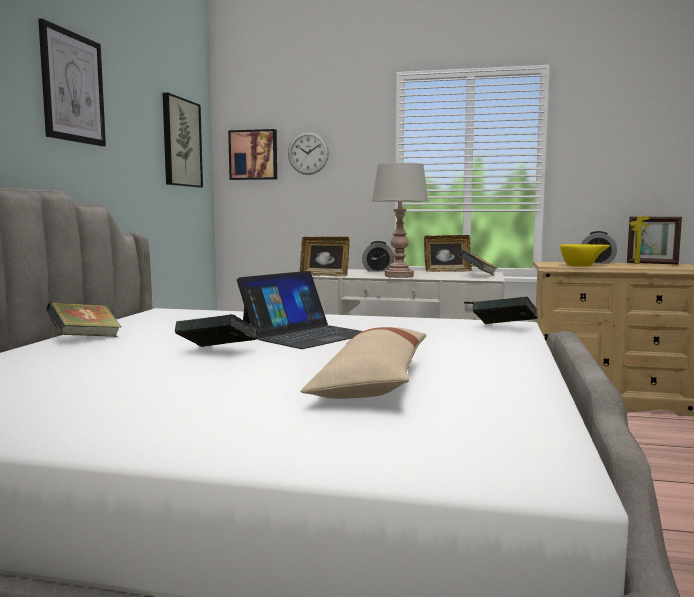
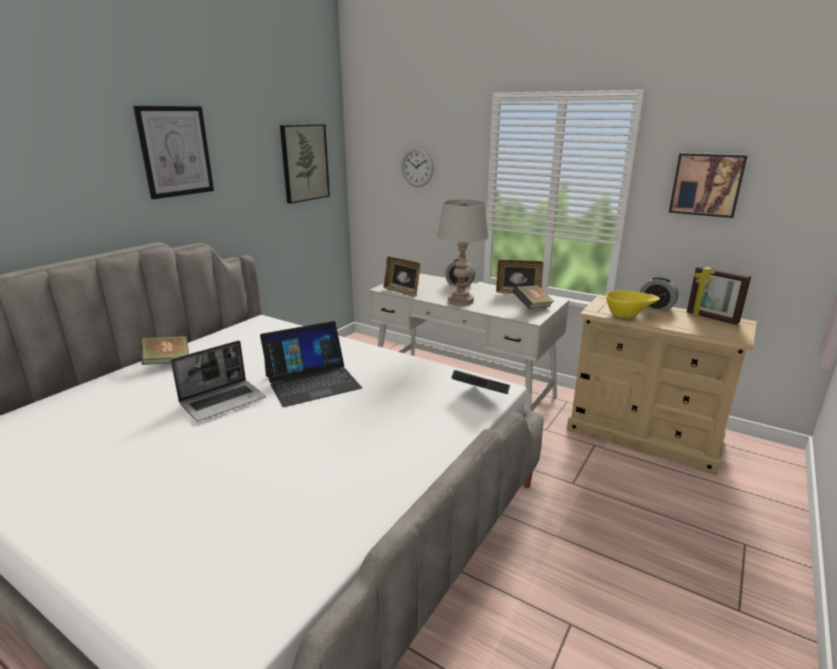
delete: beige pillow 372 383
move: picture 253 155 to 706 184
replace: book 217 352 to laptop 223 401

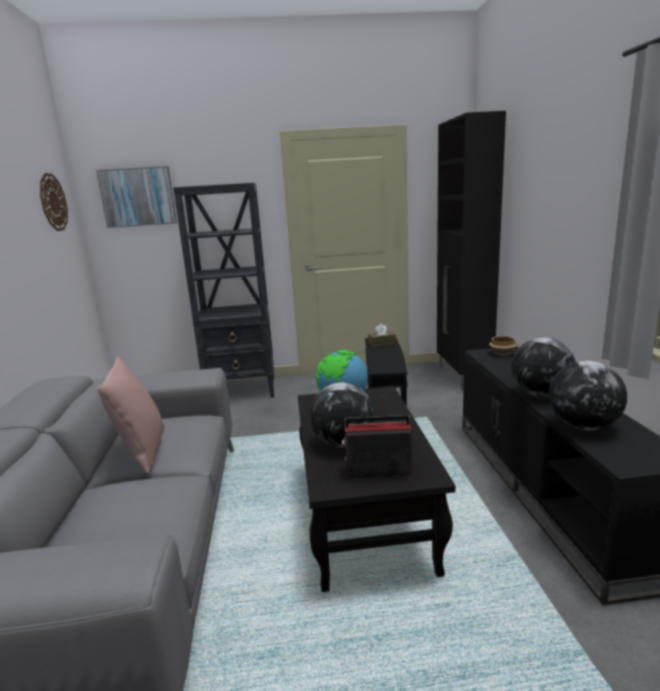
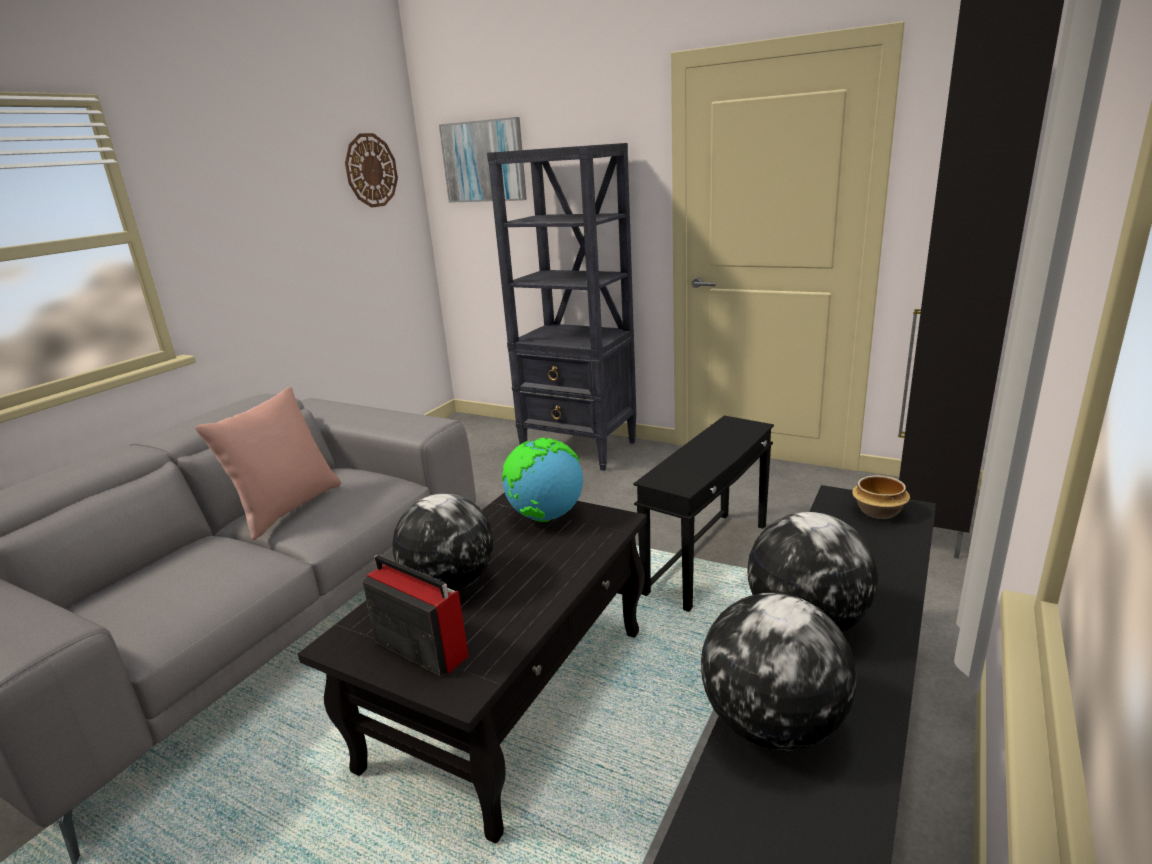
delete: brown tissue box 382 344

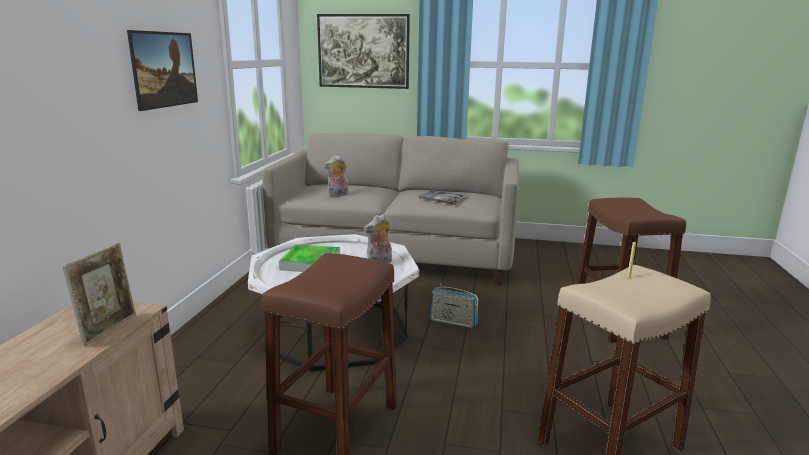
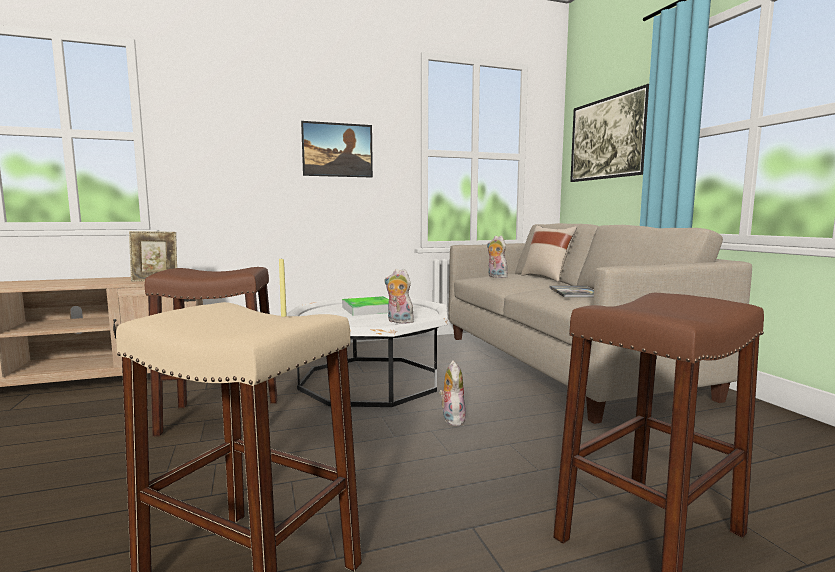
insert: beige pillow 547 277
replace: radio 453 322 to plush toy 451 419

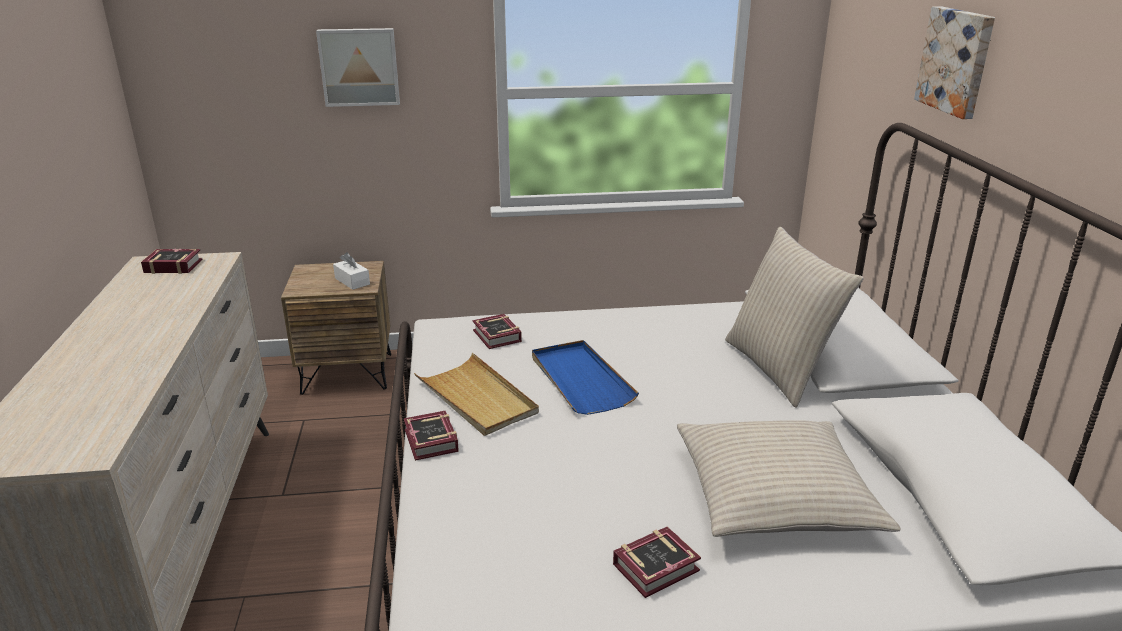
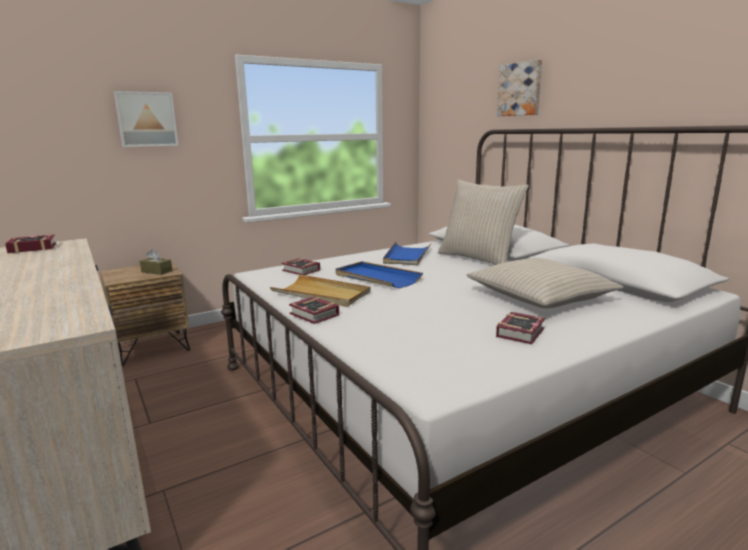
insert: blue tray 407 256
recolor: white tissue box 352 281 to brown tissue box 156 271

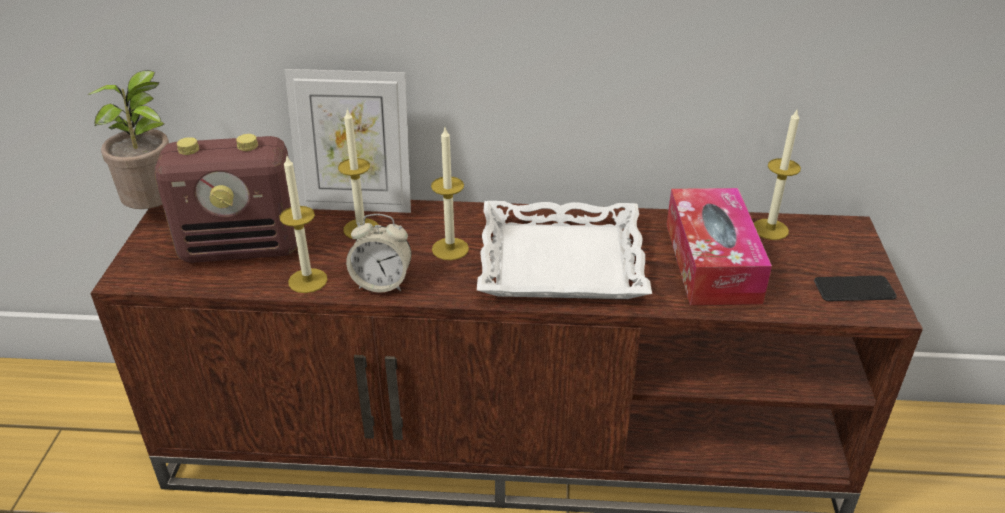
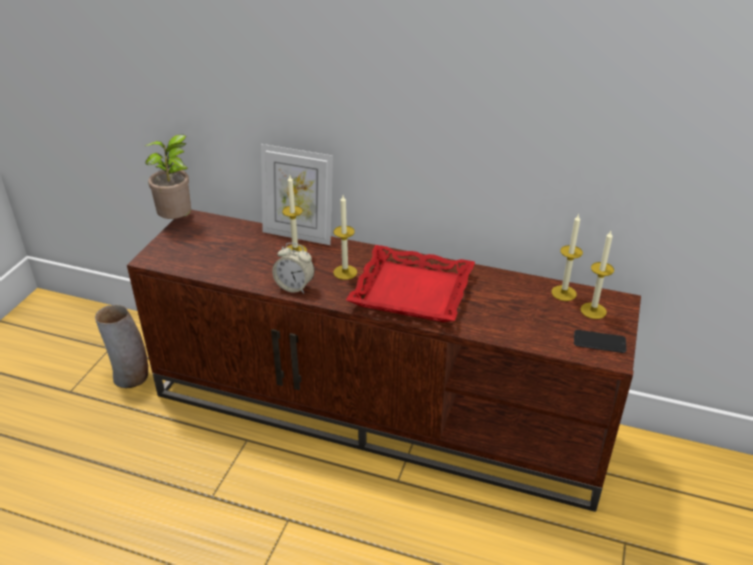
delete: radio 243 248; tissue box 711 262
insert: vase 131 377
move: candle 308 280 to 593 310
recolor: white tray 561 260 to red tray 412 291

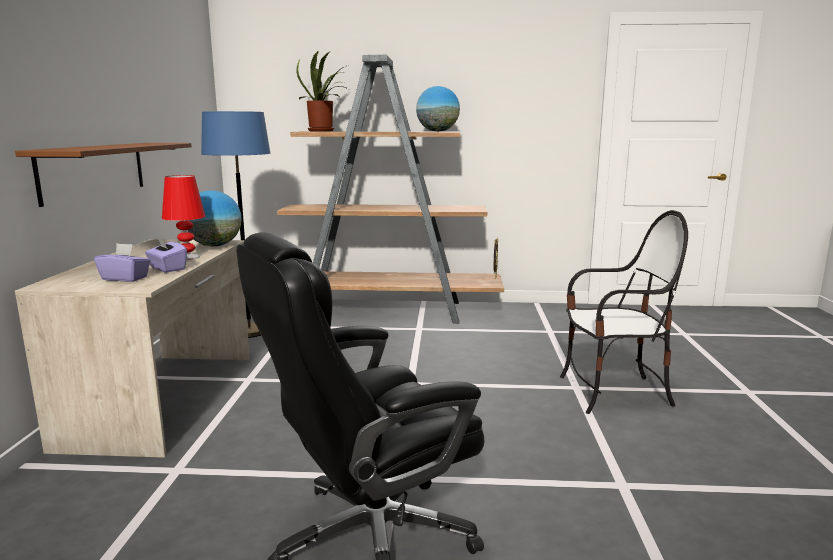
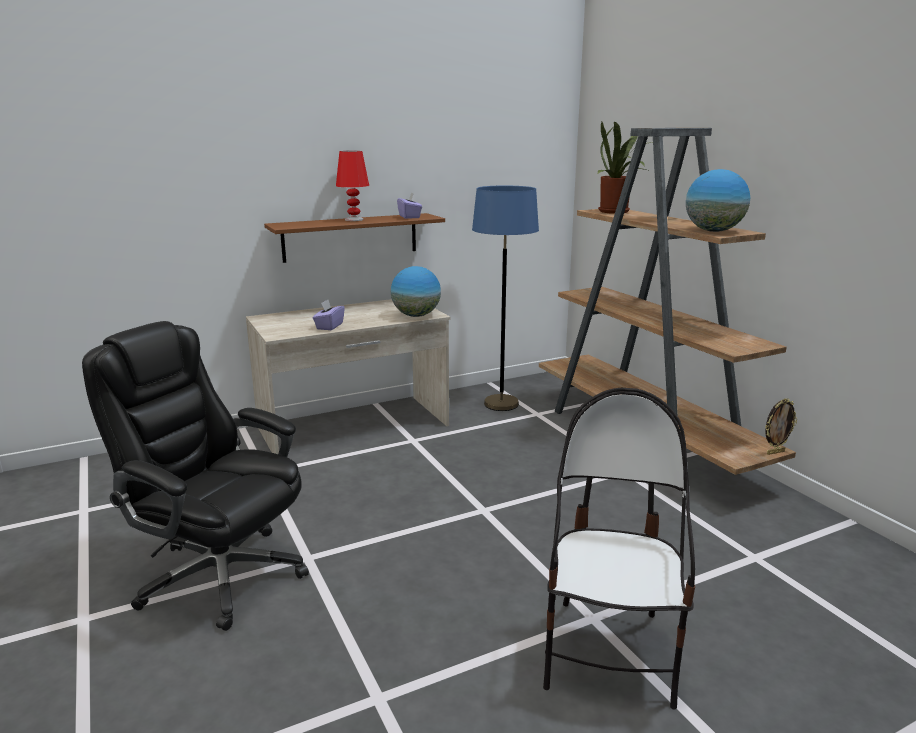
move: red table lamp 187 257 to 354 219; purple tissue box 125 278 to 410 217
rotate: chair 614 393 = 609 653 135 degrees counterclockwise

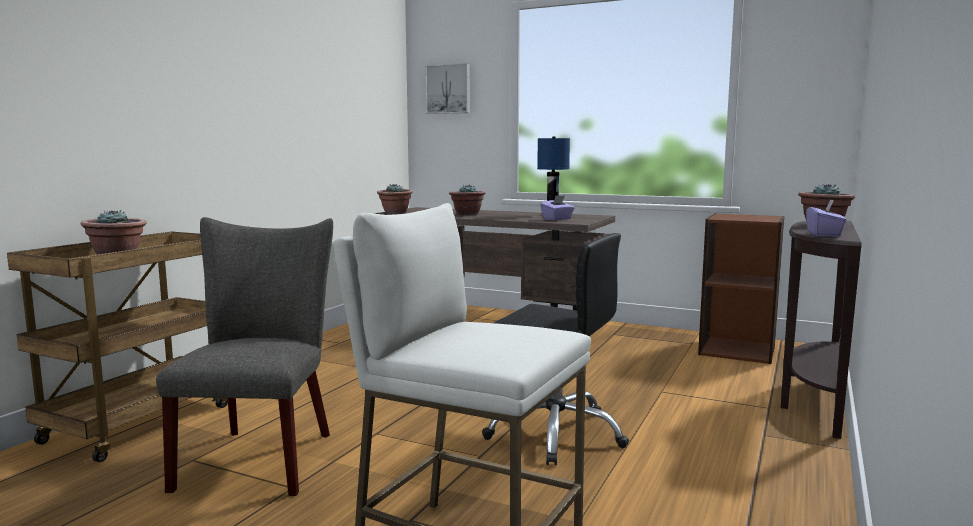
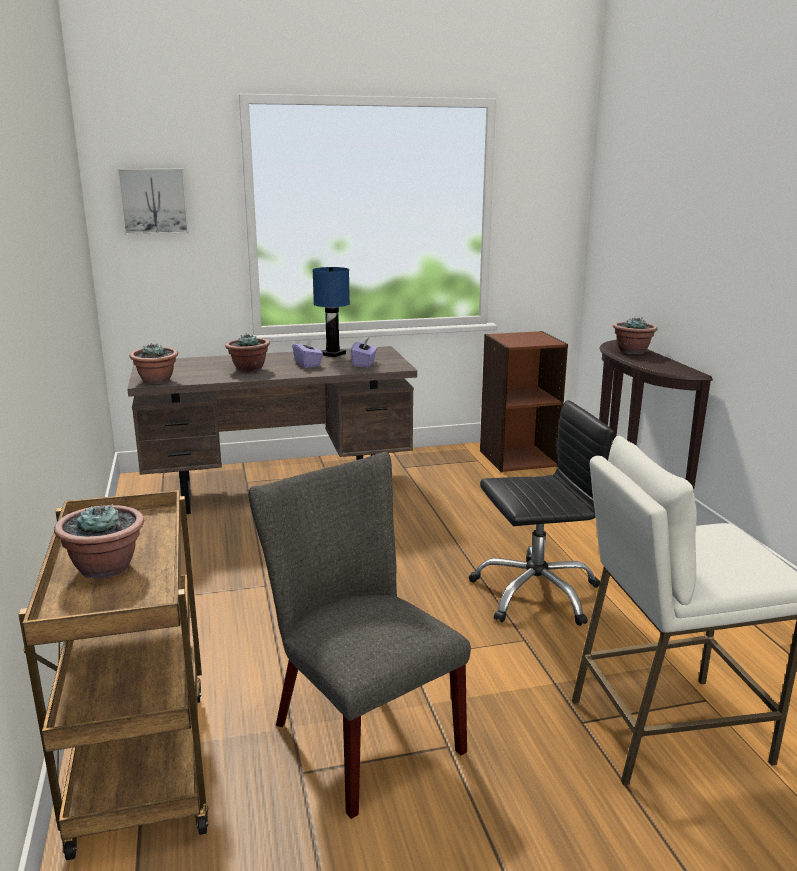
move: purple tissue box 824 234 to 308 364

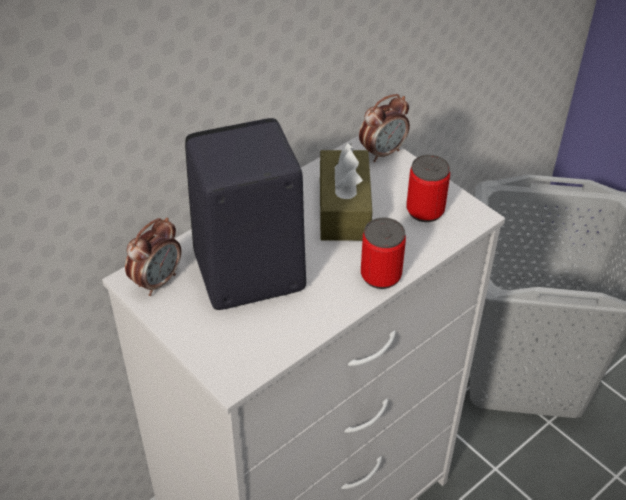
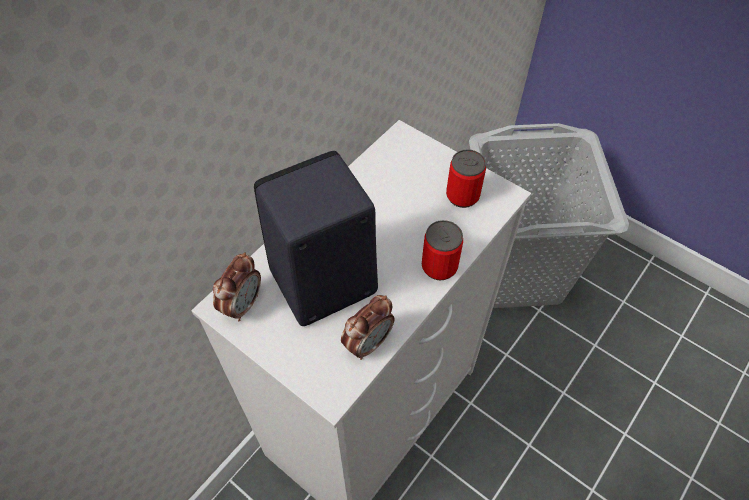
delete: brown tissue box 344 209
move: alarm clock 383 152 to 368 343

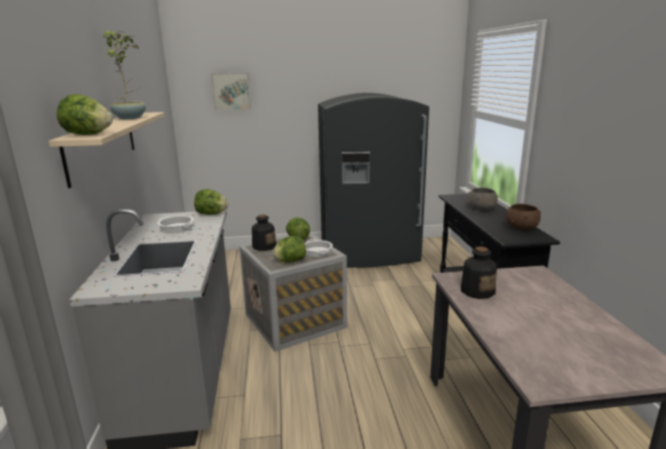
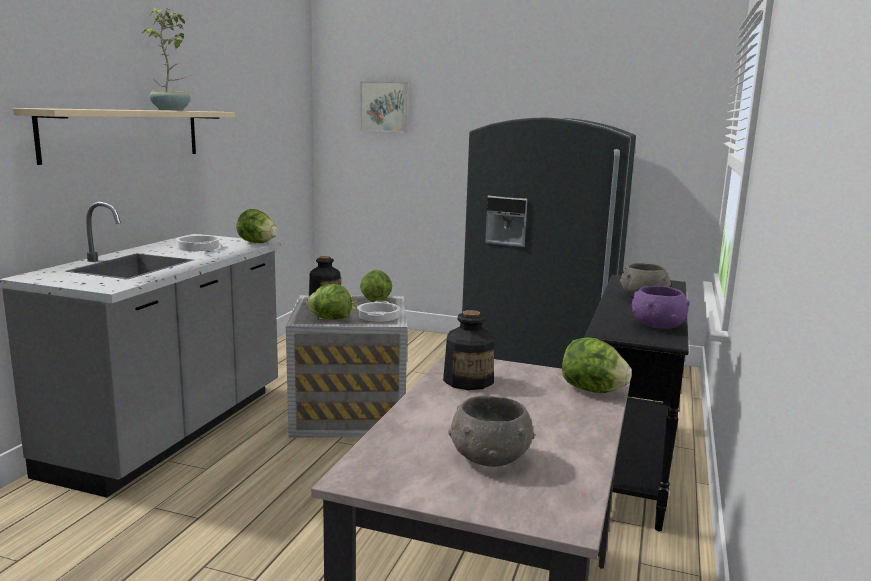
insert: grey bowl 489 457
move: lettuce 87 135 to 592 390
recolor: brown bowl 521 227 to purple bowl 657 325

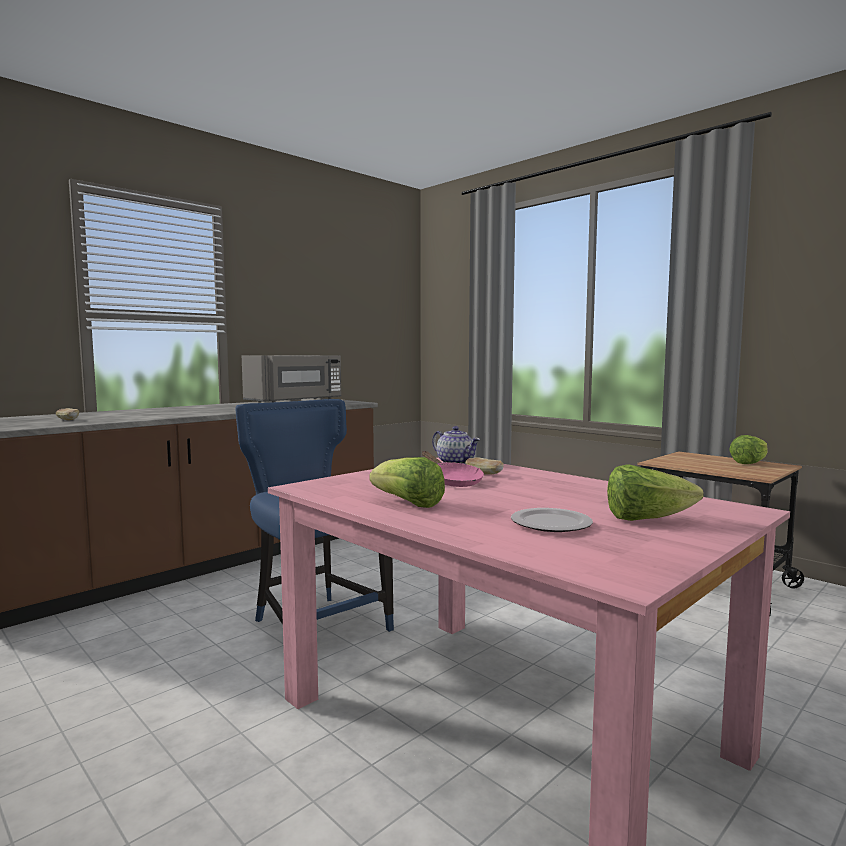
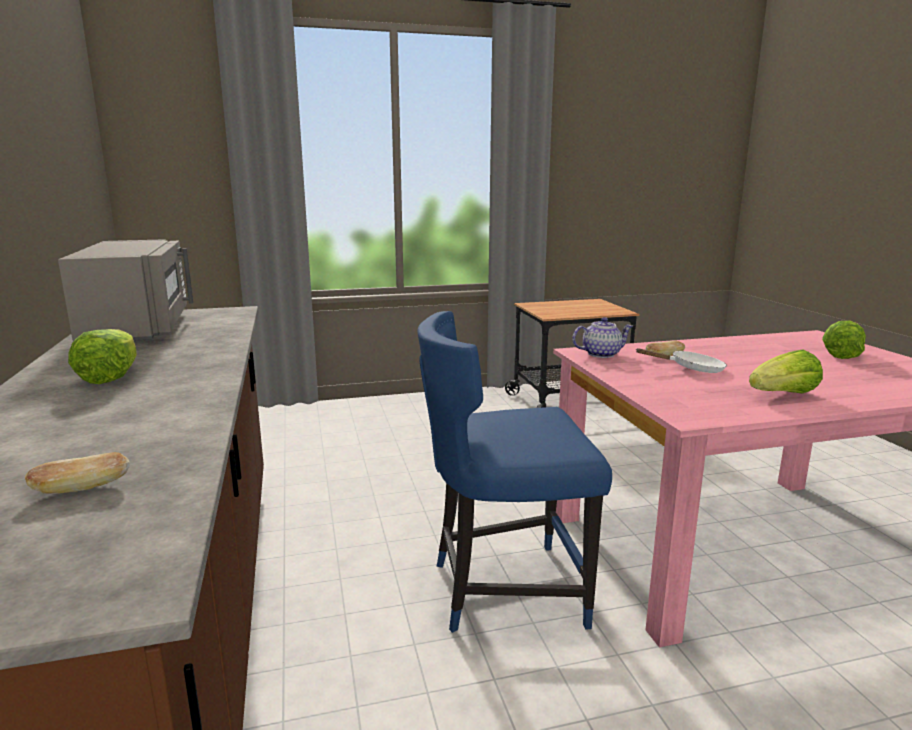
delete: plate 550 523
move: lettuce 749 463 to 111 376
recolor: pink frying pan 452 481 to white frying pan 691 369

